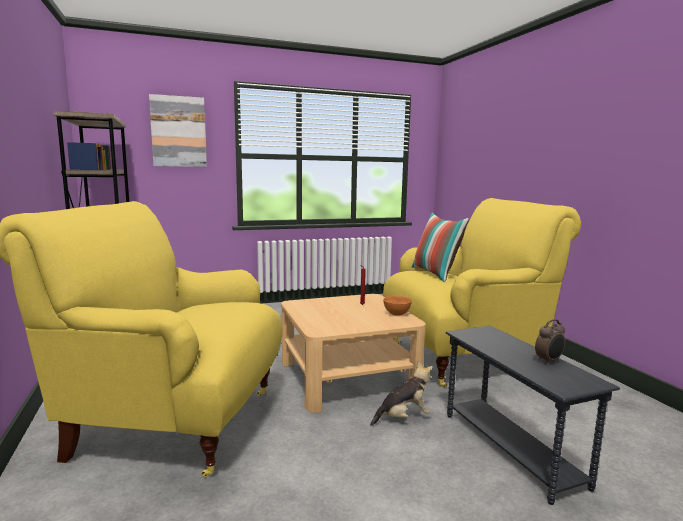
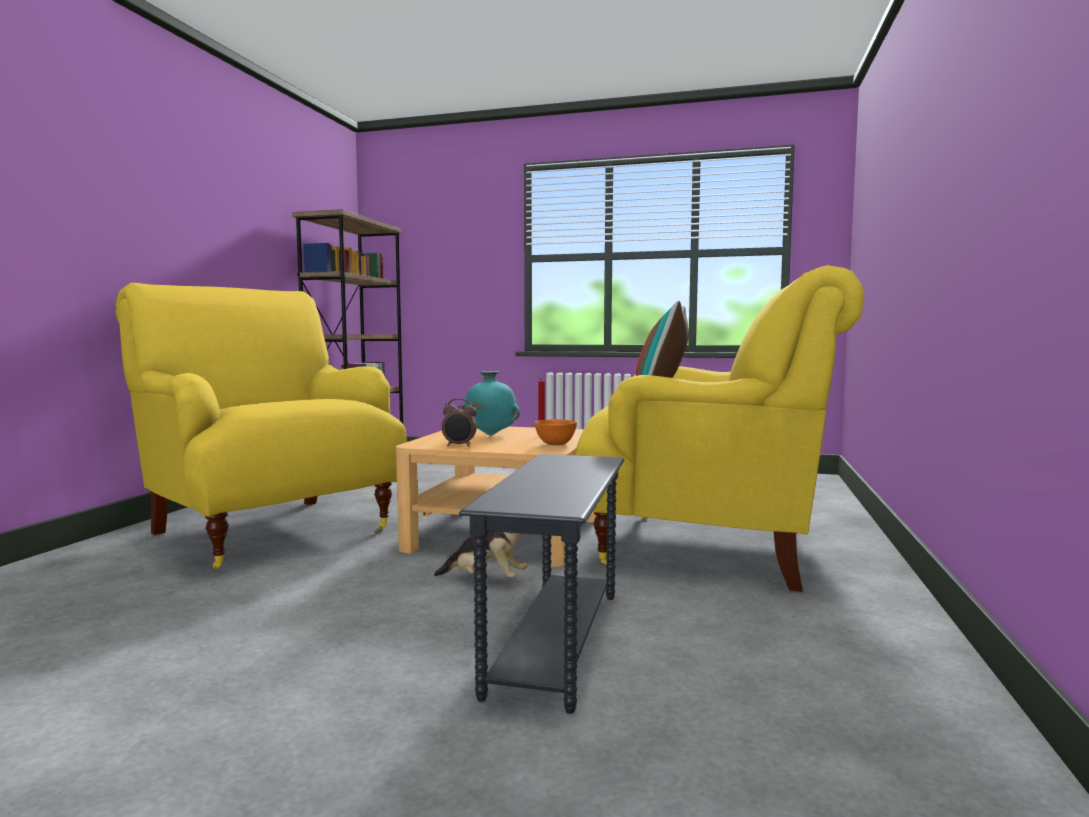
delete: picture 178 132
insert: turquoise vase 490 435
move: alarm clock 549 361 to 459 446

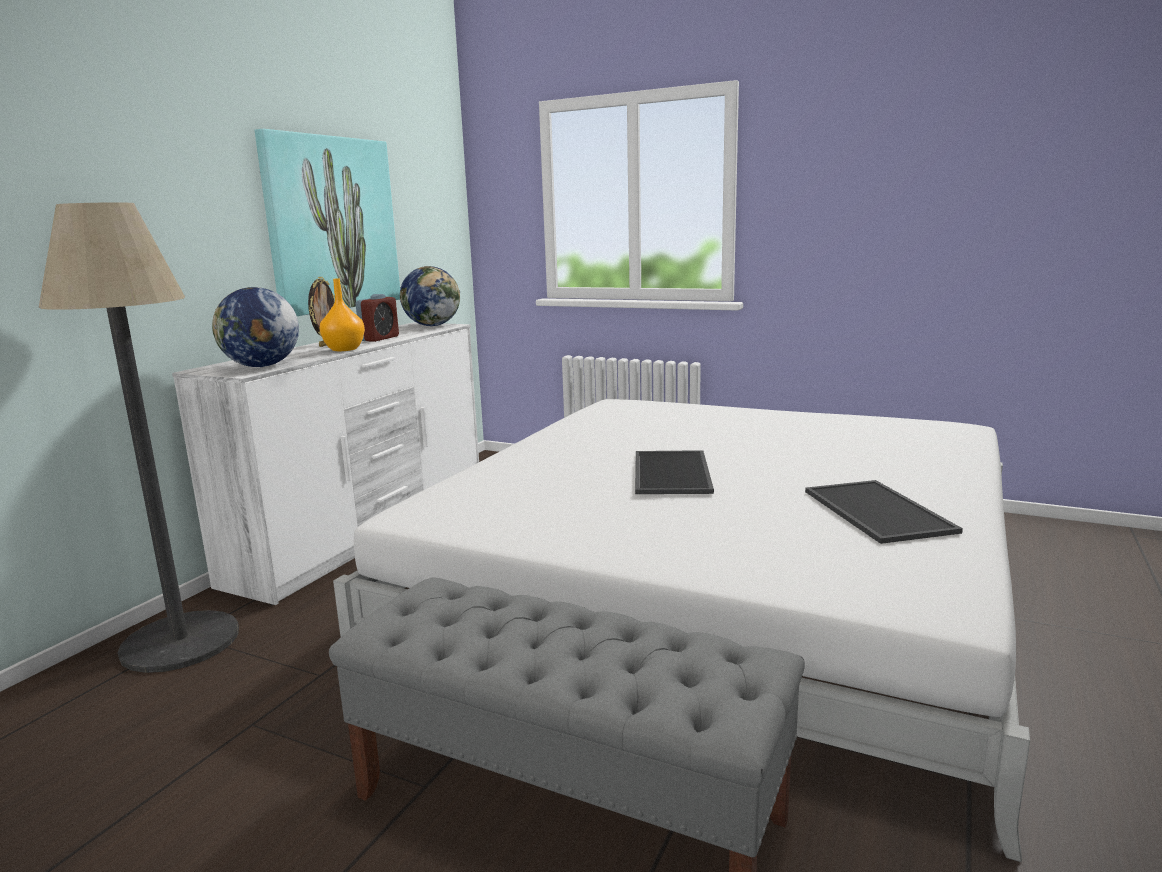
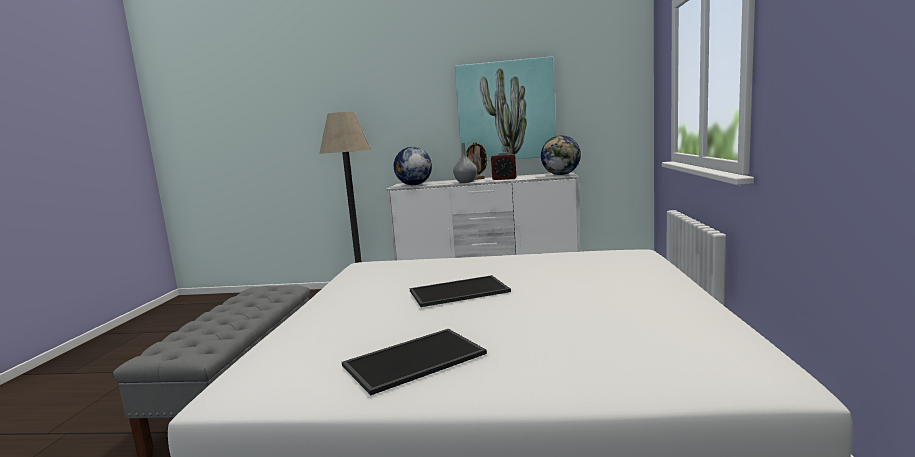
recolor: orange vase 344 349 to grey vase 466 182

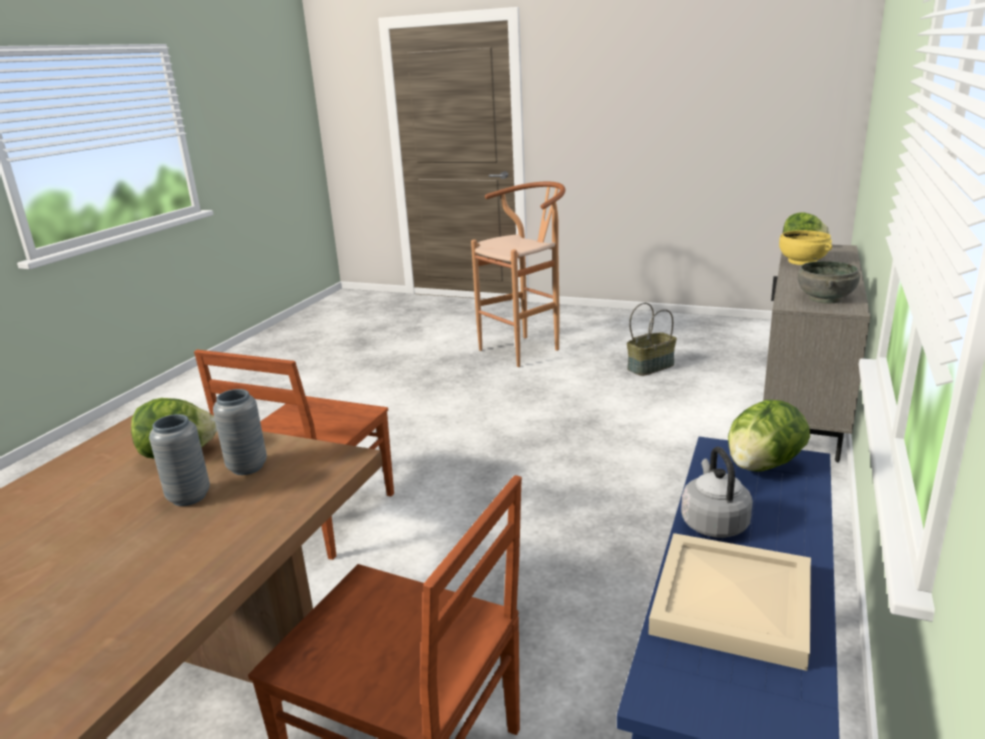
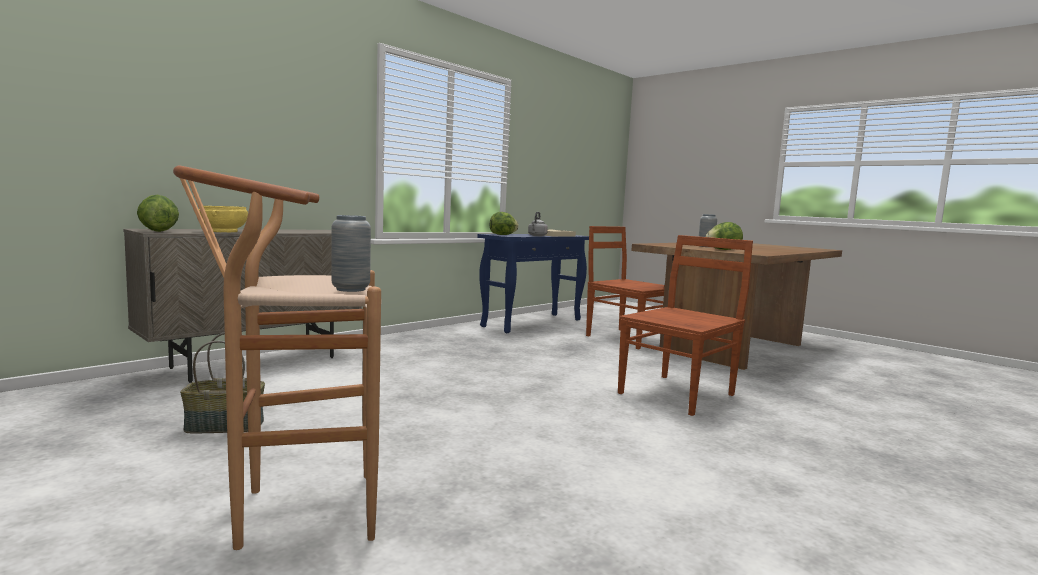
delete: grey bowl 826 298
move: grey vase 247 467 to 350 289

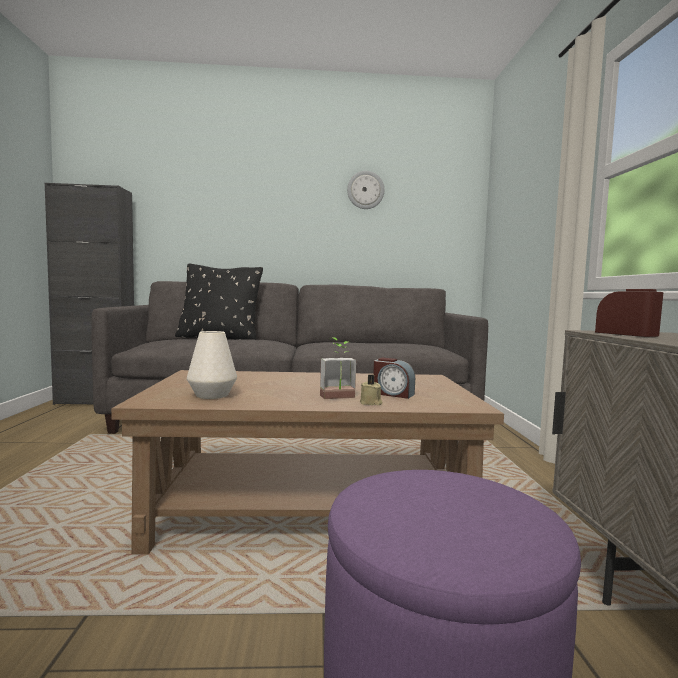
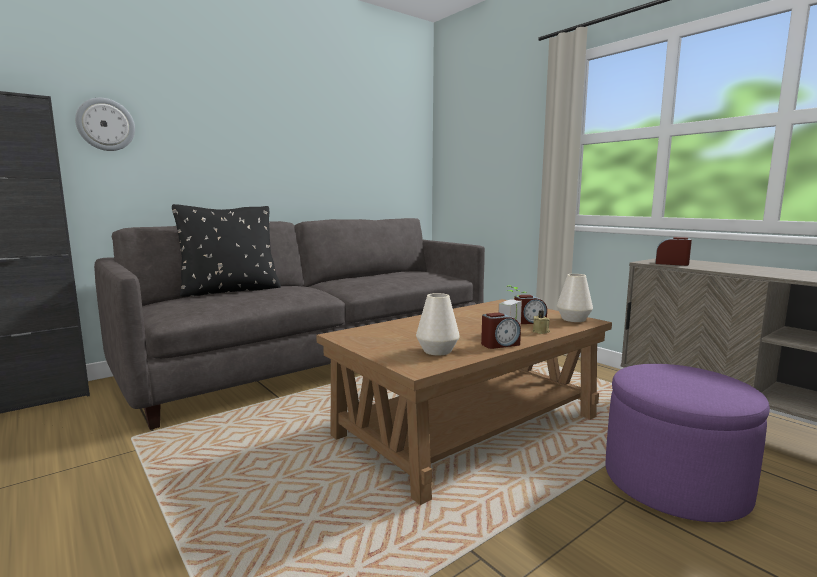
insert: white vase 573 319; alarm clock 499 344
move: wall clock 365 190 to 105 124

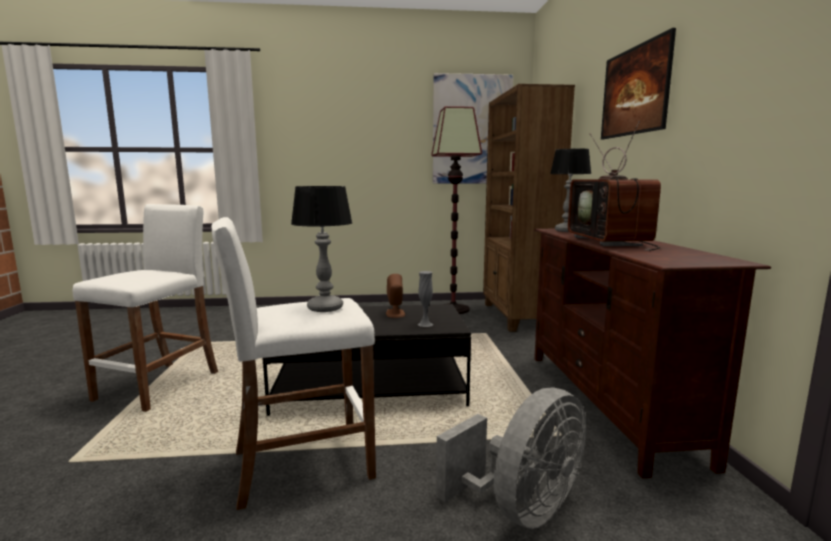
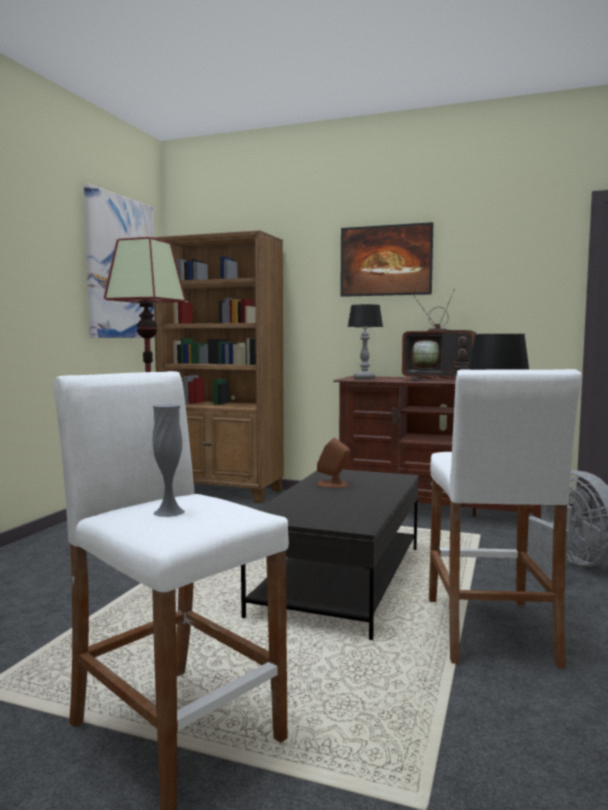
move: grey vase 425 324 to 169 512

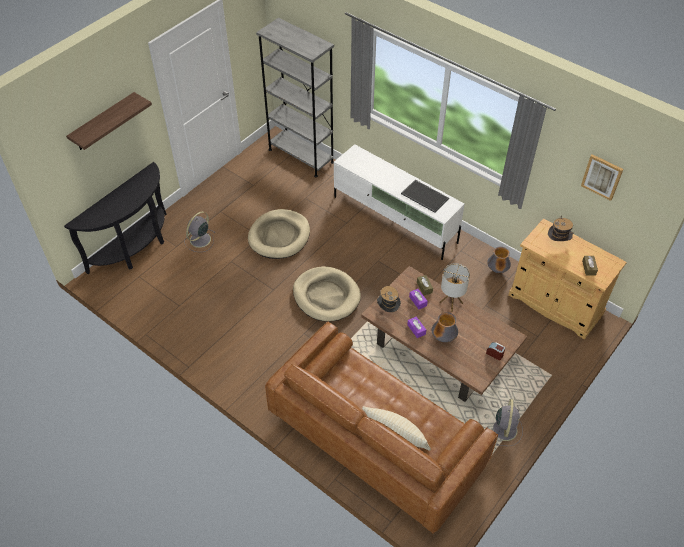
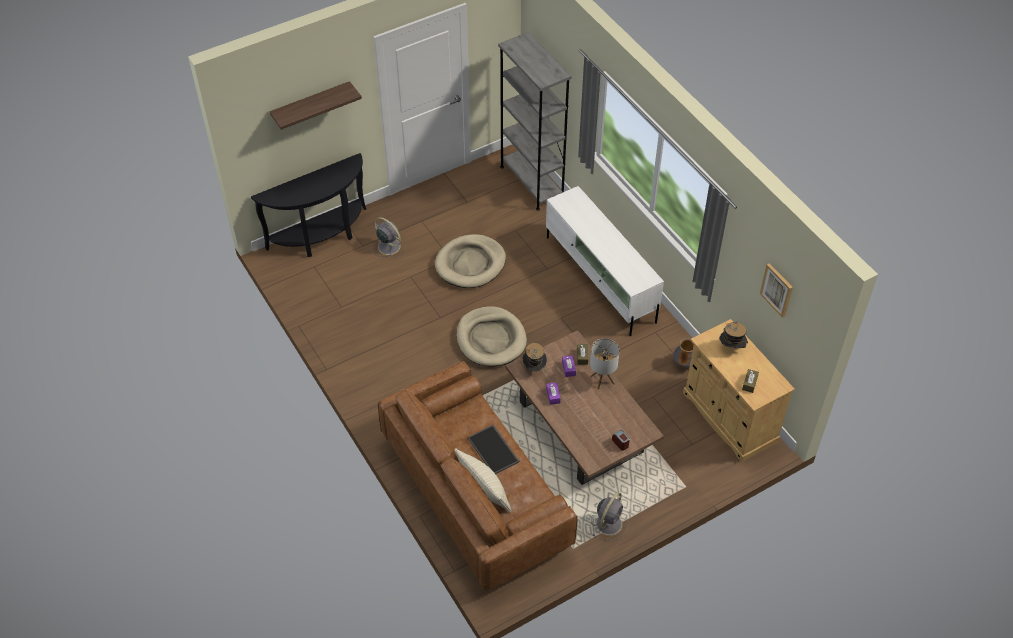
delete: vase 443 338
move: tray 425 196 to 494 450
rotate: grey fan 199 240 = 388 246 75 degrees clockwise

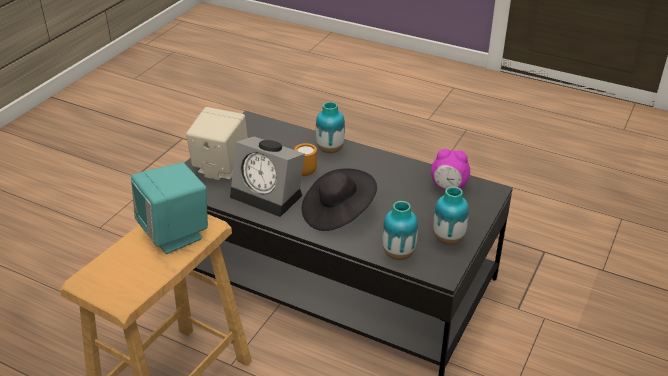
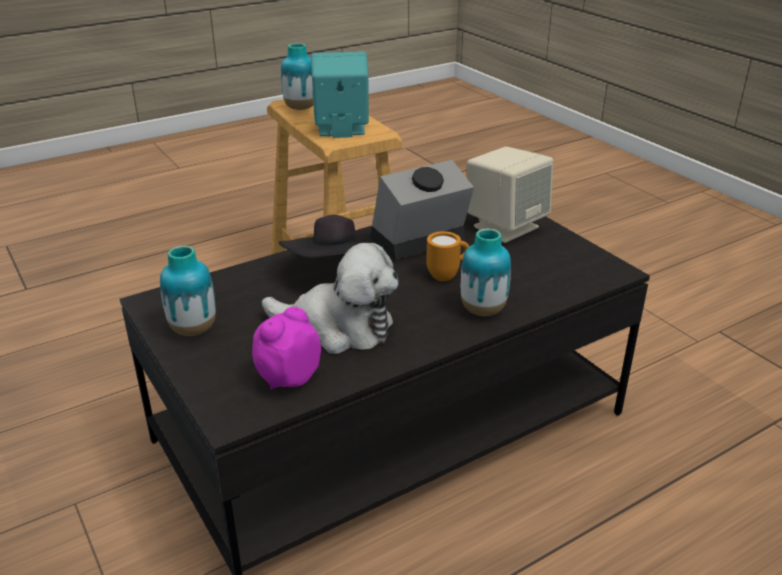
insert: plush toy 339 327
move: vase 398 254 to 300 108

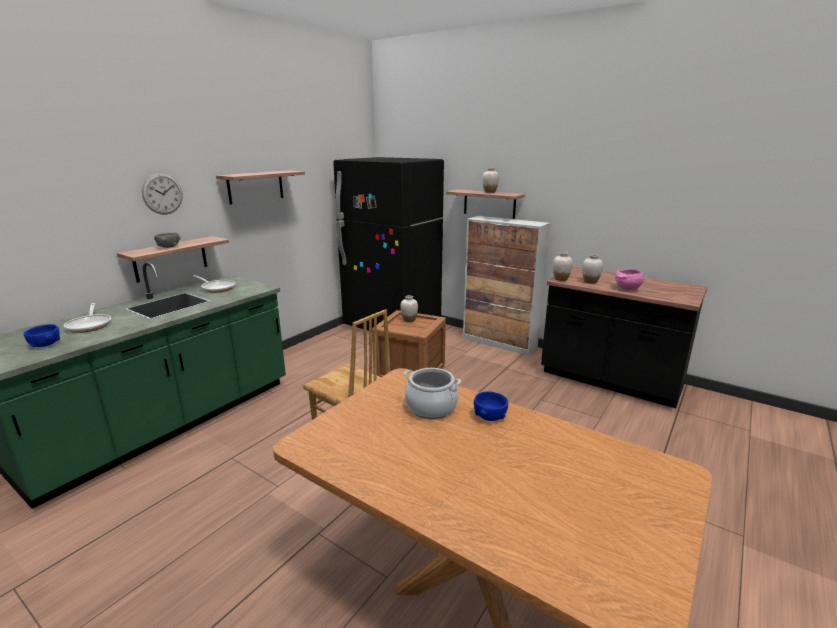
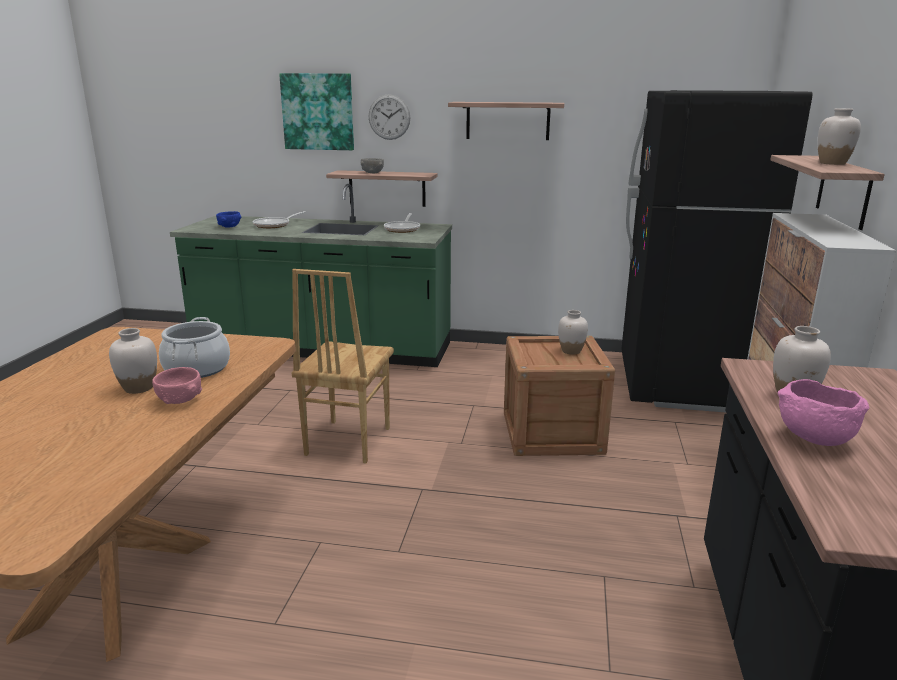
insert: picture 318 112
move: white vase 561 279 to 138 388
recolor: blue bowl 490 417 to pink bowl 180 400

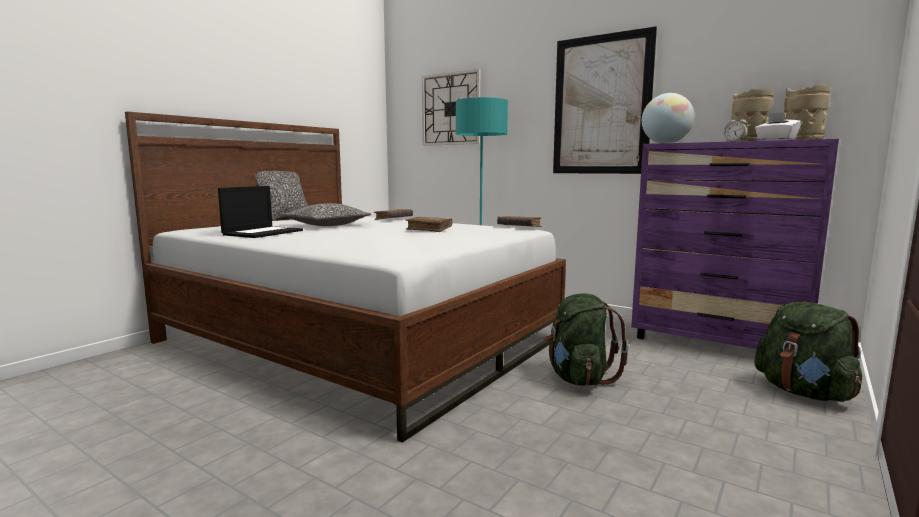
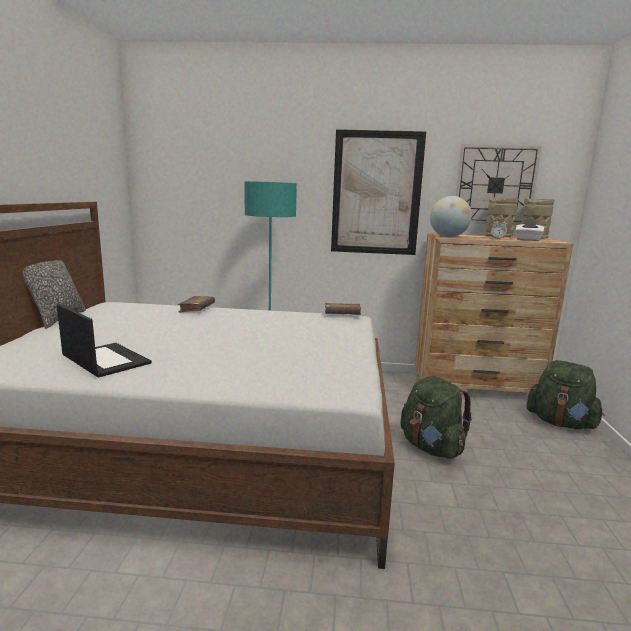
delete: pillow 327 225; brown book 429 229
move: wall clock 451 109 to 495 185
recolor: purple dresser 718 343 to brown dresser 476 387
rotate: laptop 263 232 = 105 360 45 degrees counterclockwise

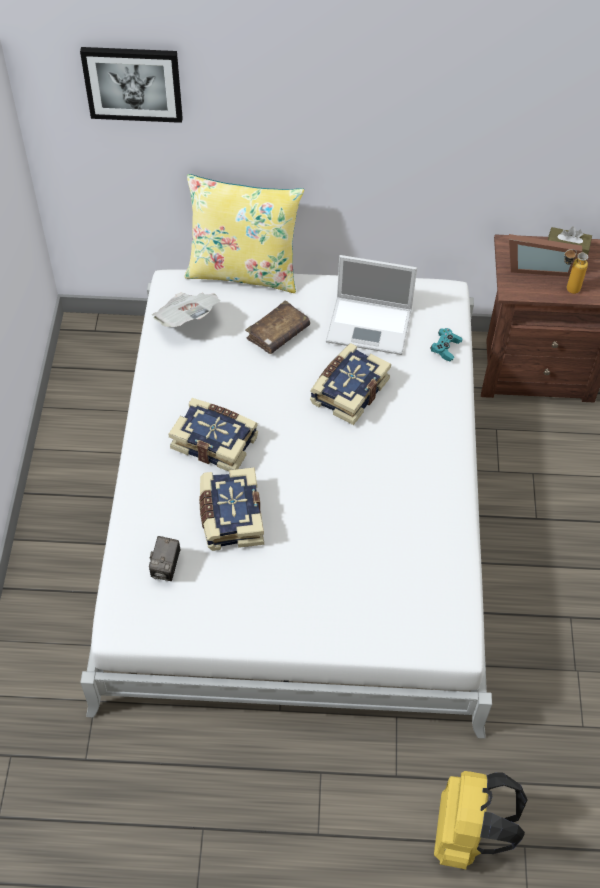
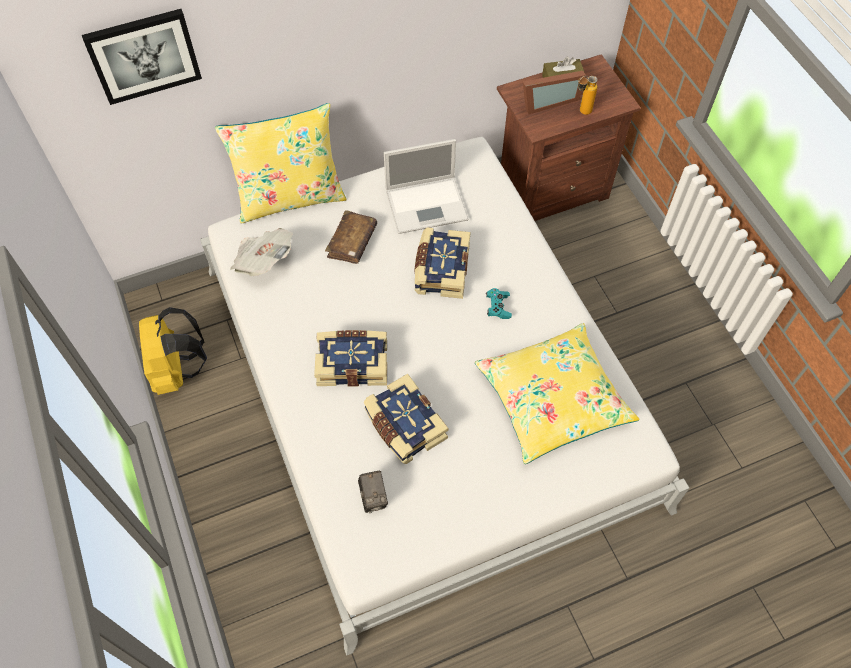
insert: yellow pillow 552 399
move: turquoise game controller 445 348 to 498 307; yellow backpack 467 835 to 177 370

